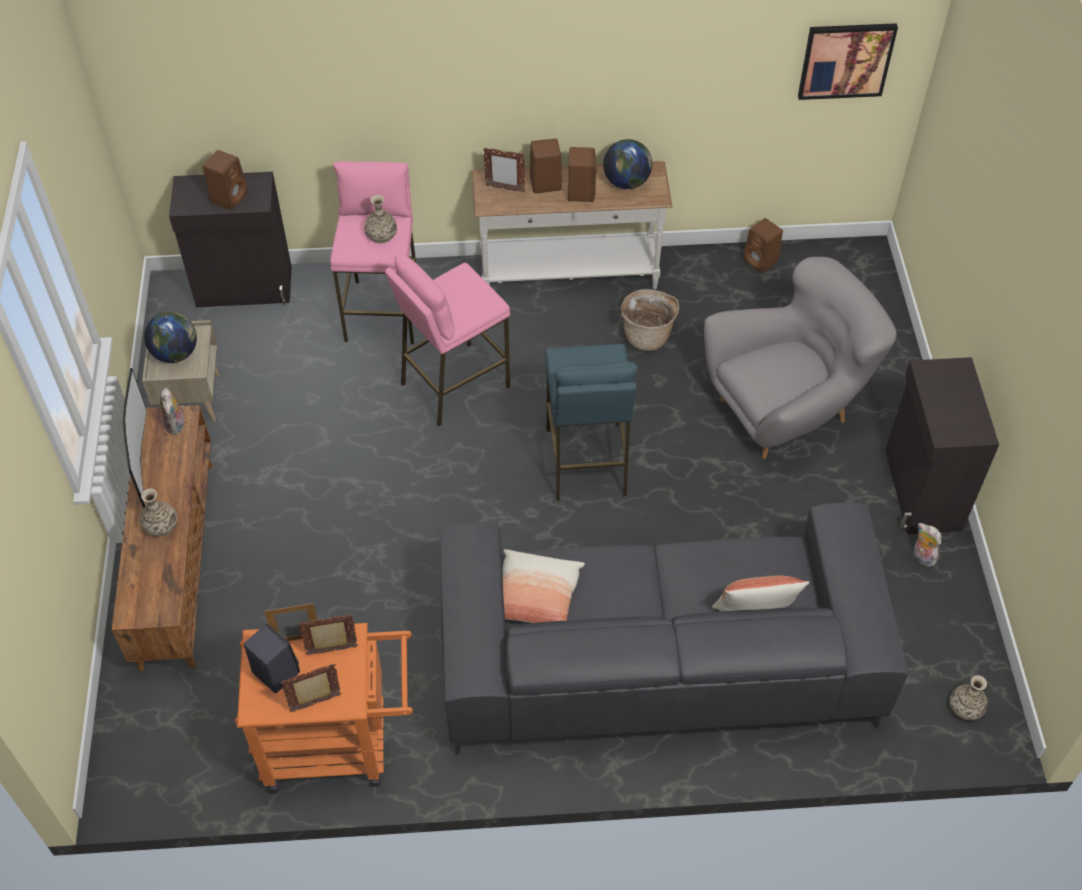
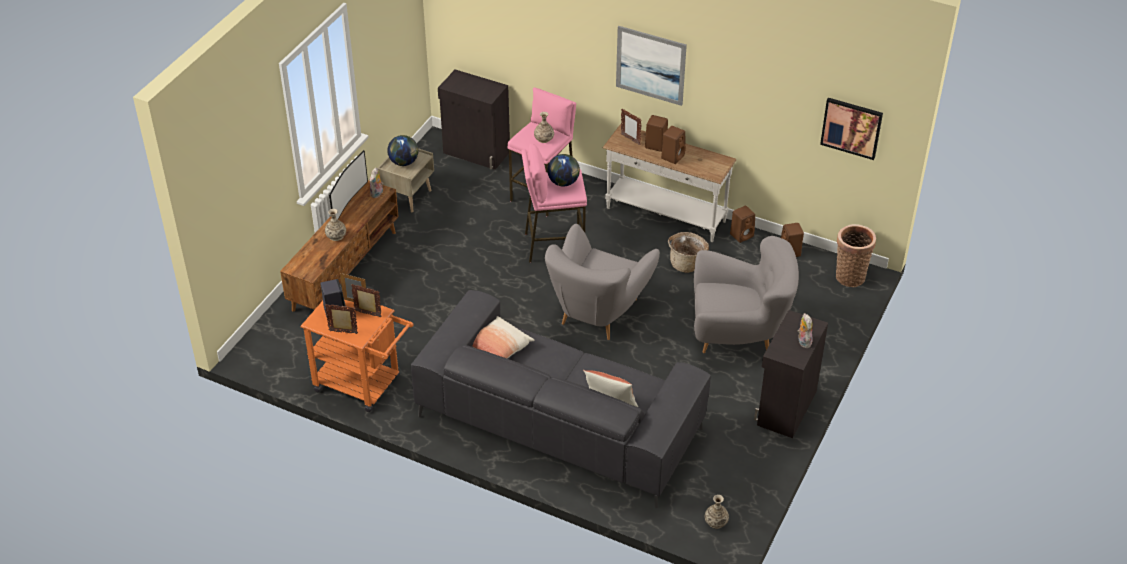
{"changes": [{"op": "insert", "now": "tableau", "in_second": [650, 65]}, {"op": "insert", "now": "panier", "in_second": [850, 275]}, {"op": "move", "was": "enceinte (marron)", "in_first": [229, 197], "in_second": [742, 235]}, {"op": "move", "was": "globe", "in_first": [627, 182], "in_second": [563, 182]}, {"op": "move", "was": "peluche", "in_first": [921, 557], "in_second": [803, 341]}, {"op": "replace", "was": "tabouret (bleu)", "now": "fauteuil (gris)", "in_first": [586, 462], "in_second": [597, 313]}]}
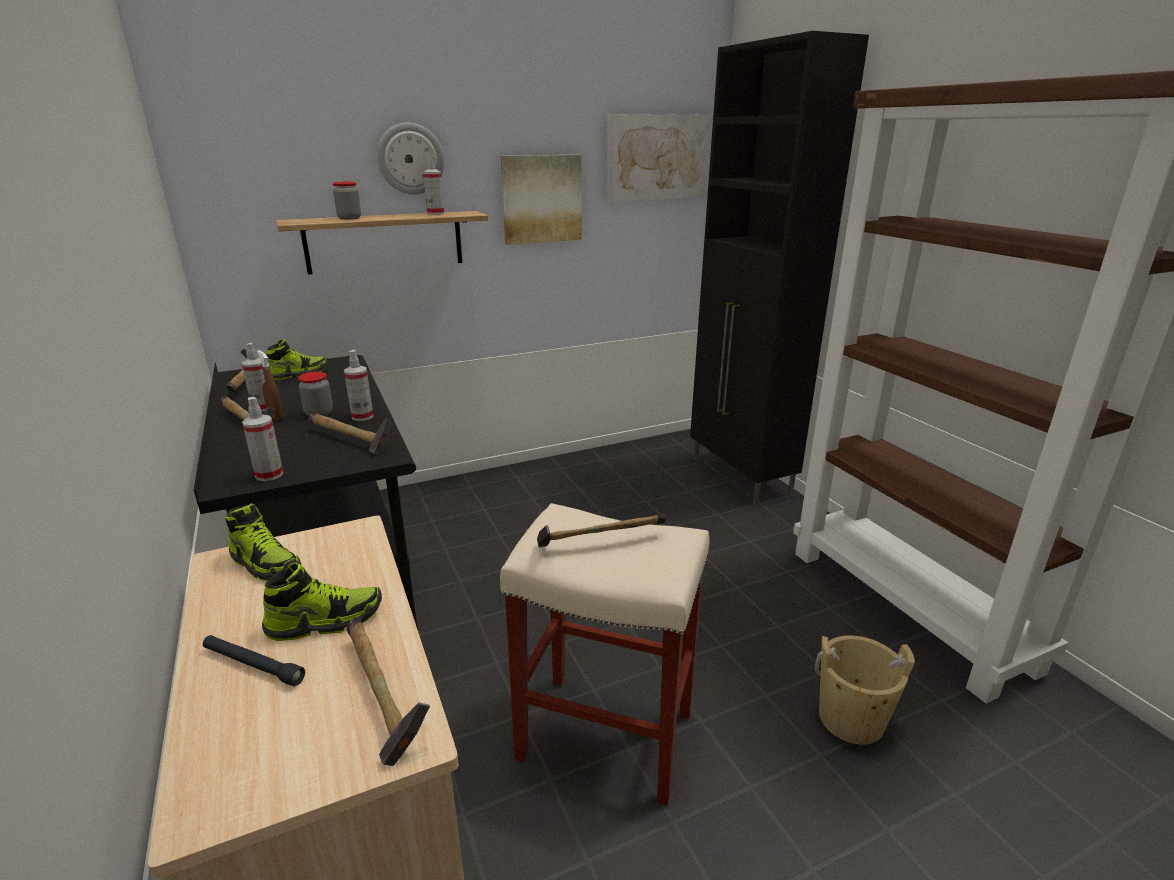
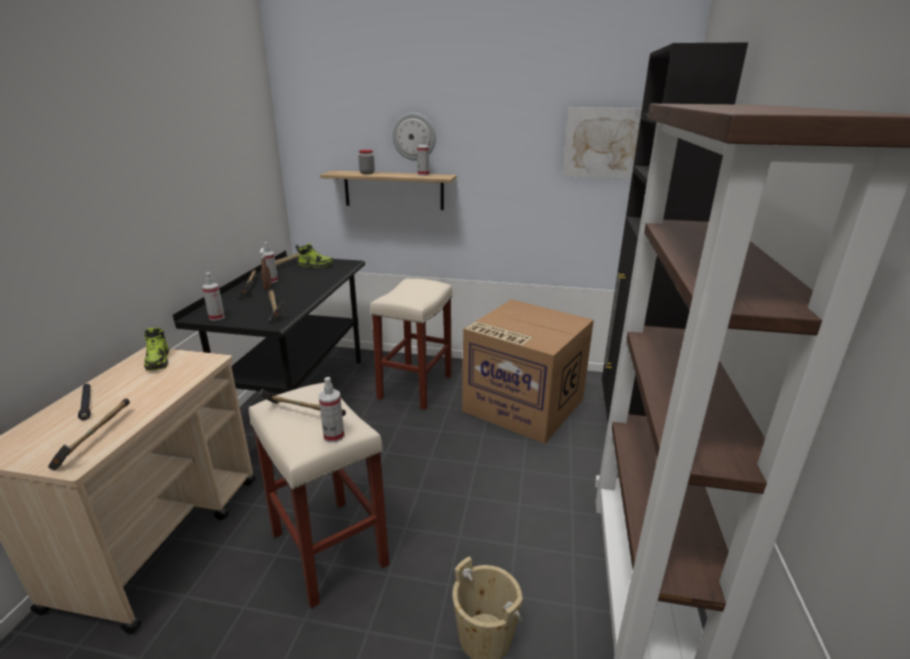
{"changes": [{"op": "delete", "was": "chaussure", "in_first": [325, 621]}, {"op": "delete", "was": "bocal", "in_first": [319, 413]}, {"op": "delete", "was": "tableau", "in_first": [541, 199]}, {"op": "insert", "now": "tabouret (beige)", "in_second": [415, 387]}, {"op": "insert", "now": "carton", "in_second": [521, 405]}, {"op": "move", "was": "vaporisateur", "in_first": [362, 416], "in_second": [334, 436]}]}
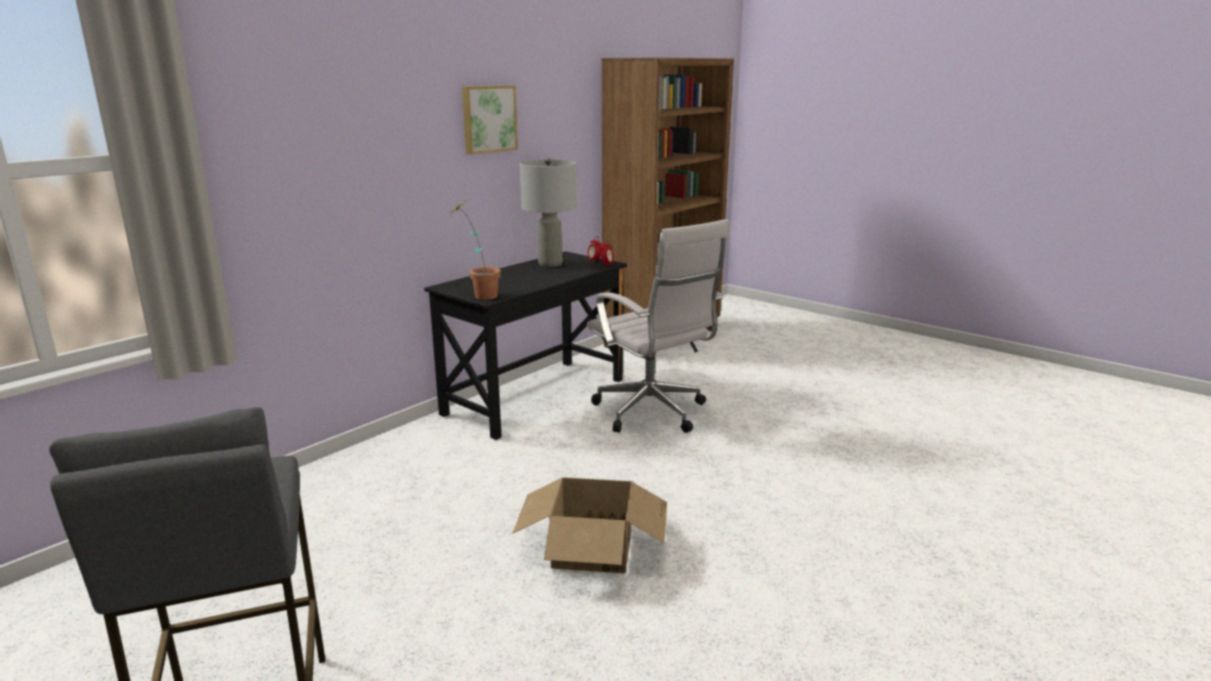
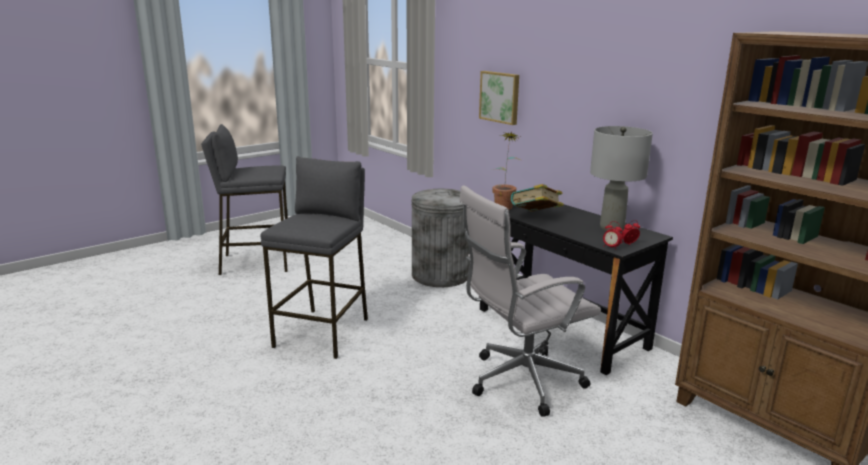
{"changes": [{"op": "insert", "now": "poubelle (gris)", "in_second": [441, 275]}, {"op": "insert", "now": "livre", "in_second": [535, 217]}, {"op": "move", "was": "tableau", "in_first": [488, 119], "in_second": [500, 97]}, {"op": "replace", "was": "carton", "now": "tabouret (gris)", "in_first": [592, 548], "in_second": [323, 332]}]}
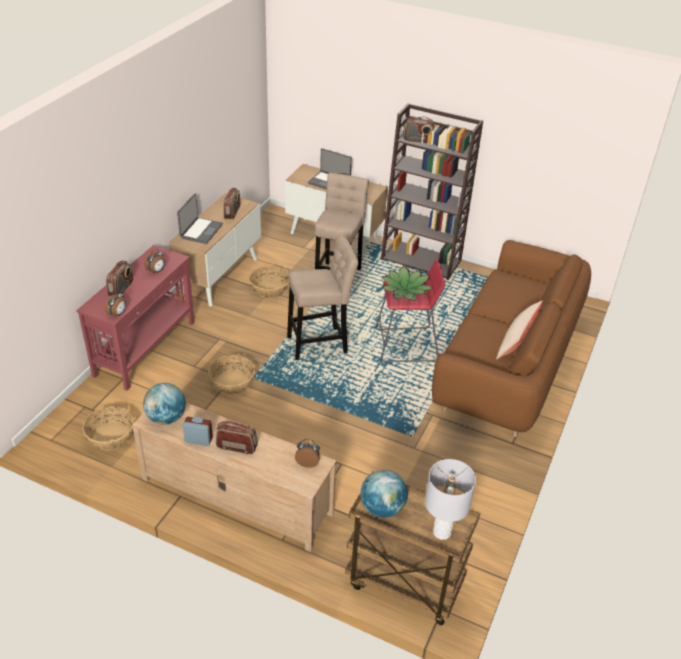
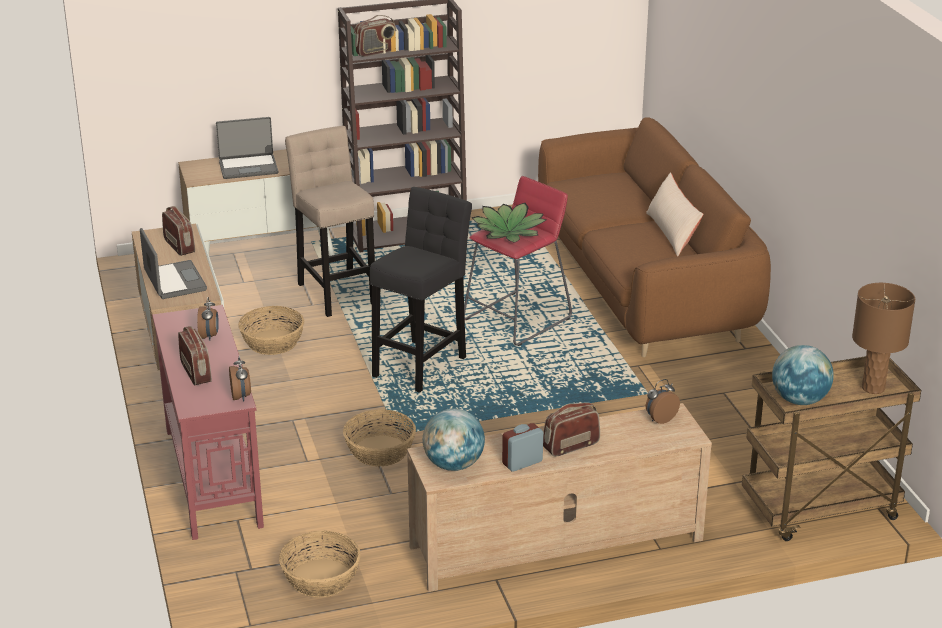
{"changes": [{"op": "recolor", "was": "tabouret (beige)", "now": "tabouret (noir)", "in_first": [320, 344], "in_second": [422, 364]}, {"op": "recolor", "was": "lampe de table (gris)", "now": "lampe de table (marron)", "in_first": [442, 532], "in_second": [873, 388]}]}
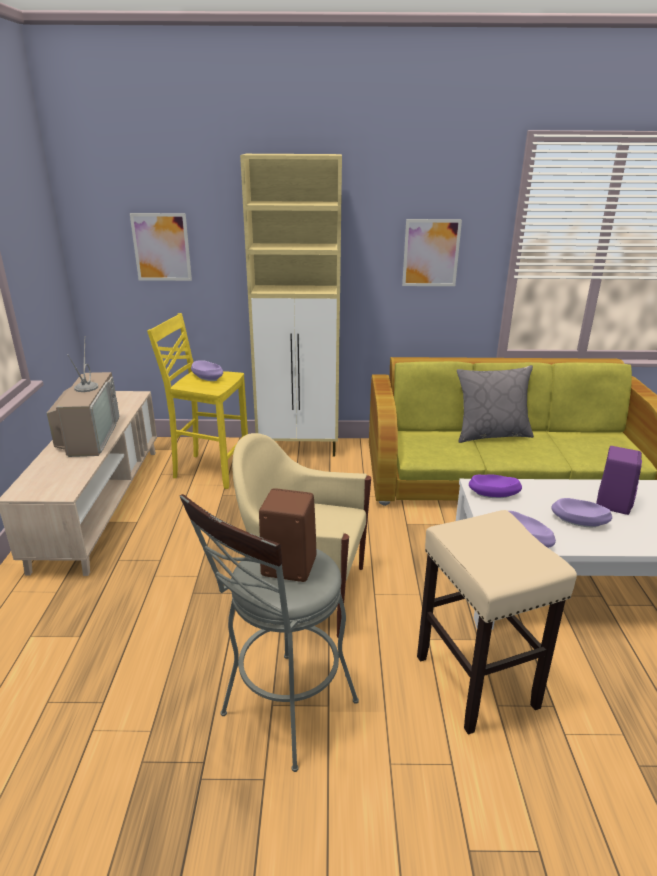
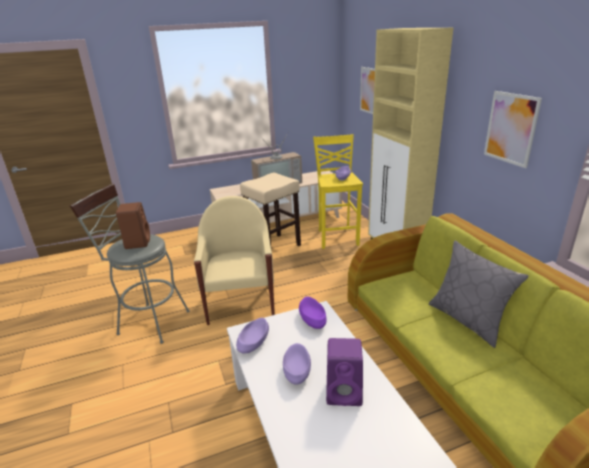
{"changes": [{"op": "move", "was": "tabouret (beige)", "in_first": [477, 682], "in_second": [274, 247]}]}
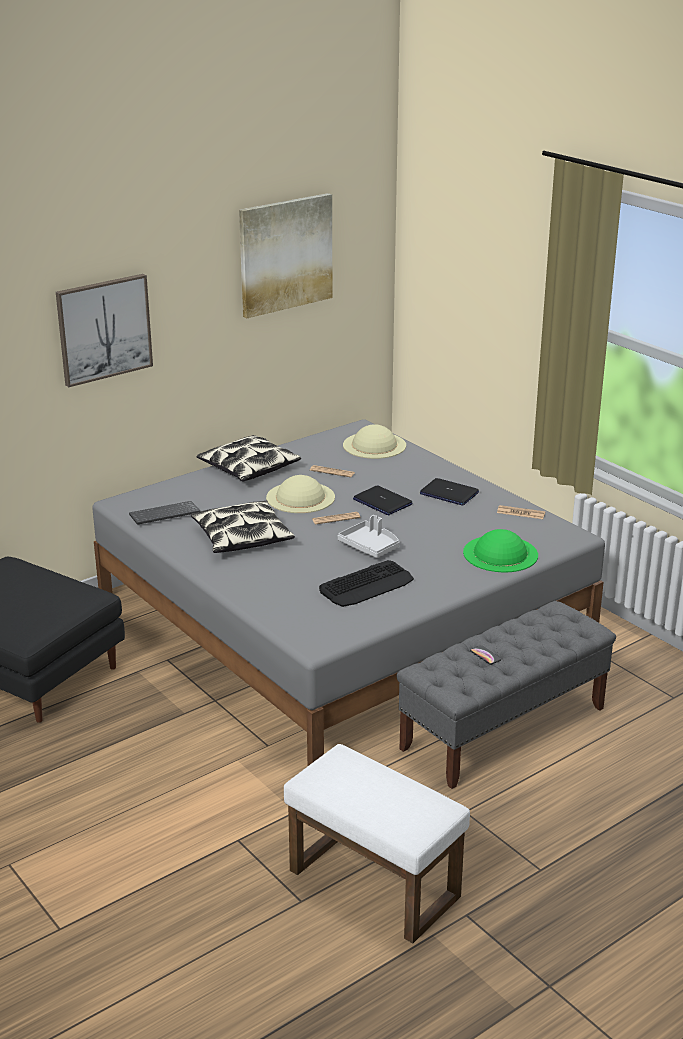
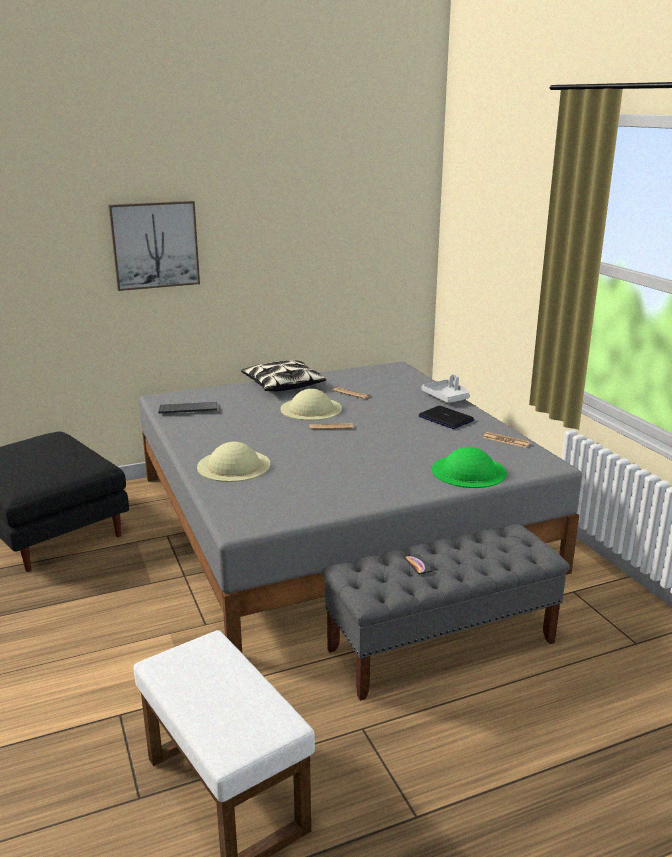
{"changes": [{"op": "delete", "was": "coussin", "in_first": [242, 537]}, {"op": "delete", "was": "tableau", "in_first": [285, 254]}, {"op": "delete", "was": "clavier", "in_first": [367, 585]}, {"op": "delete", "was": "ordinateur portable", "in_first": [382, 502]}, {"op": "move", "was": "plateau (gris)", "in_first": [370, 546], "in_second": [447, 397]}, {"op": "move", "was": "chapeau (beige)", "in_first": [374, 445], "in_second": [234, 465]}]}
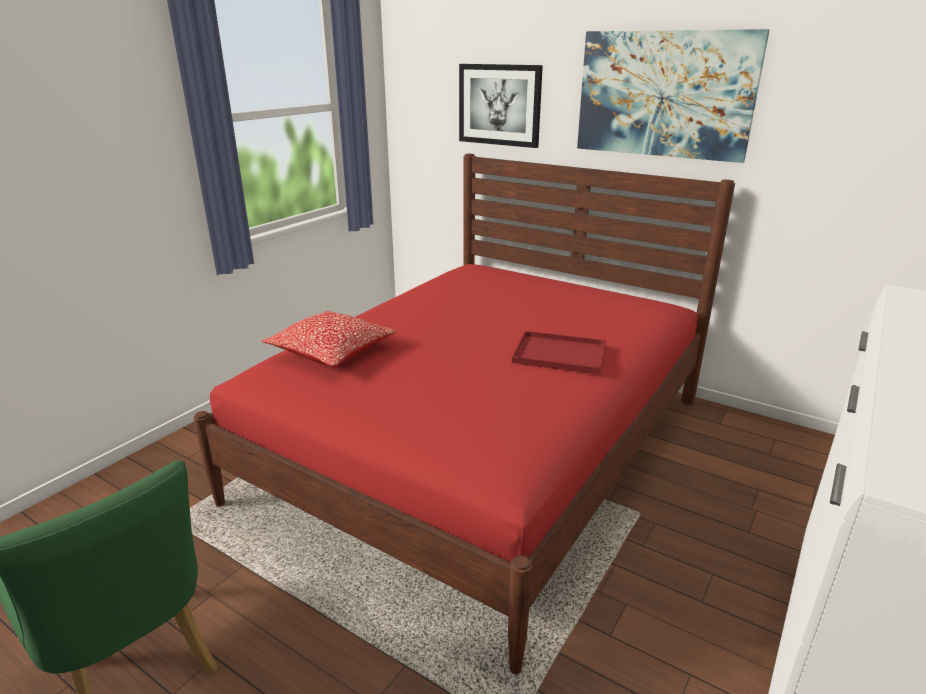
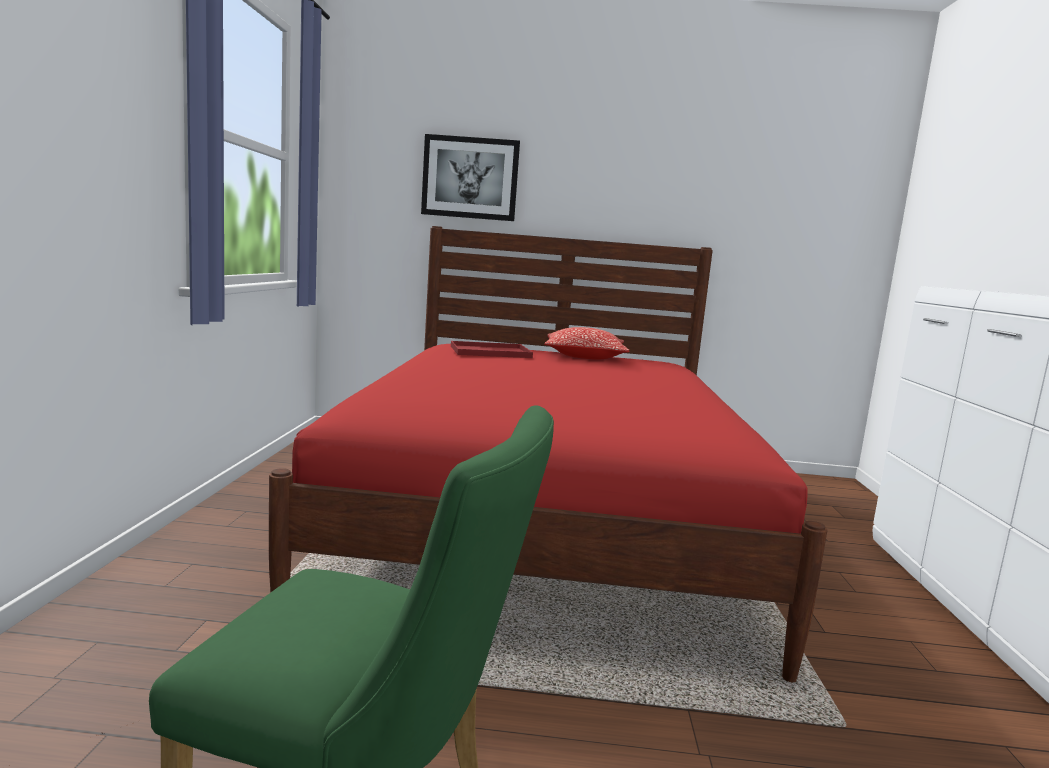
{"changes": [{"op": "delete", "was": "tableau", "in_first": [664, 94]}, {"op": "move", "was": "coussin", "in_first": [332, 352], "in_second": [584, 357]}, {"op": "move", "was": "plateau (rouge)", "in_first": [561, 354], "in_second": [492, 352]}]}
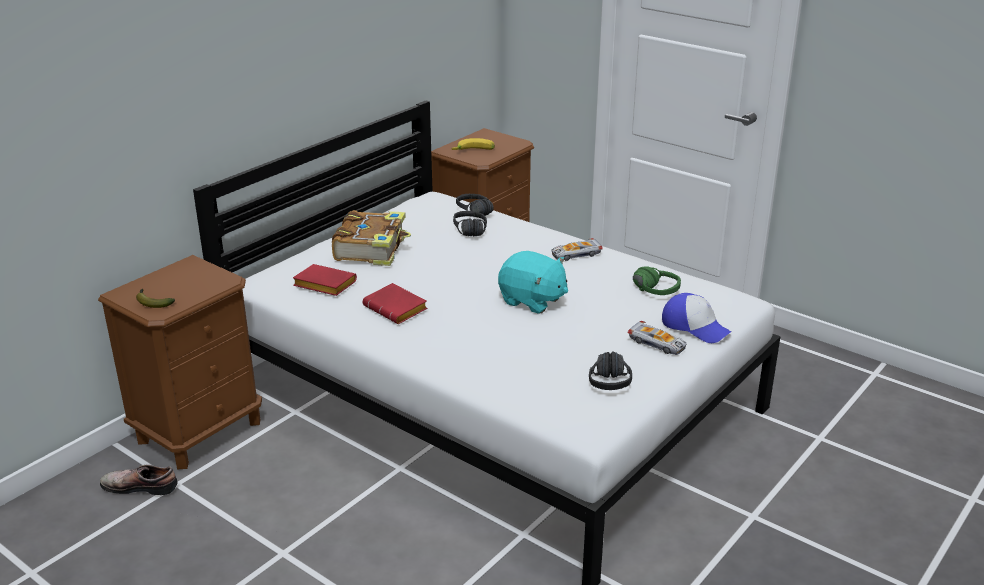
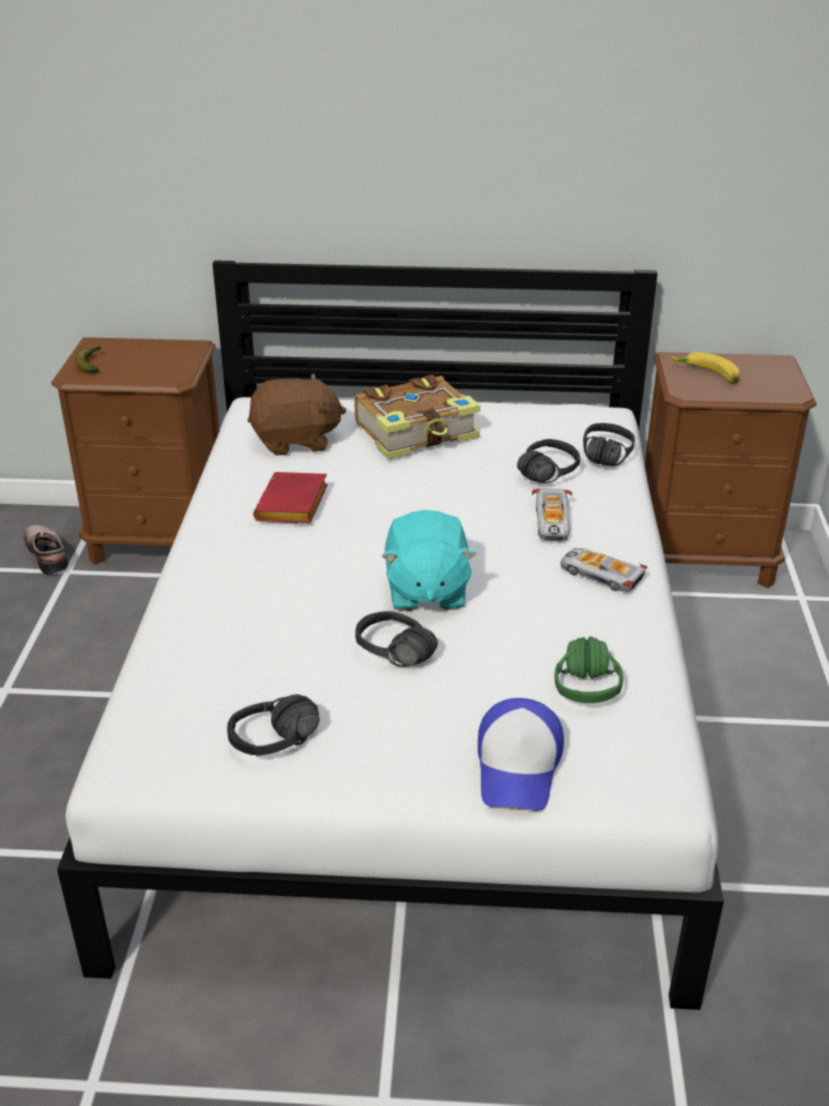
{"changes": [{"op": "insert", "now": "casque audio (noir)", "in_second": [388, 658]}, {"op": "move", "was": "petite voiture", "in_first": [657, 343], "in_second": [552, 521]}, {"op": "replace", "was": "livre (rouge)", "now": "peluche (marron)", "in_first": [323, 285], "in_second": [296, 441]}]}
